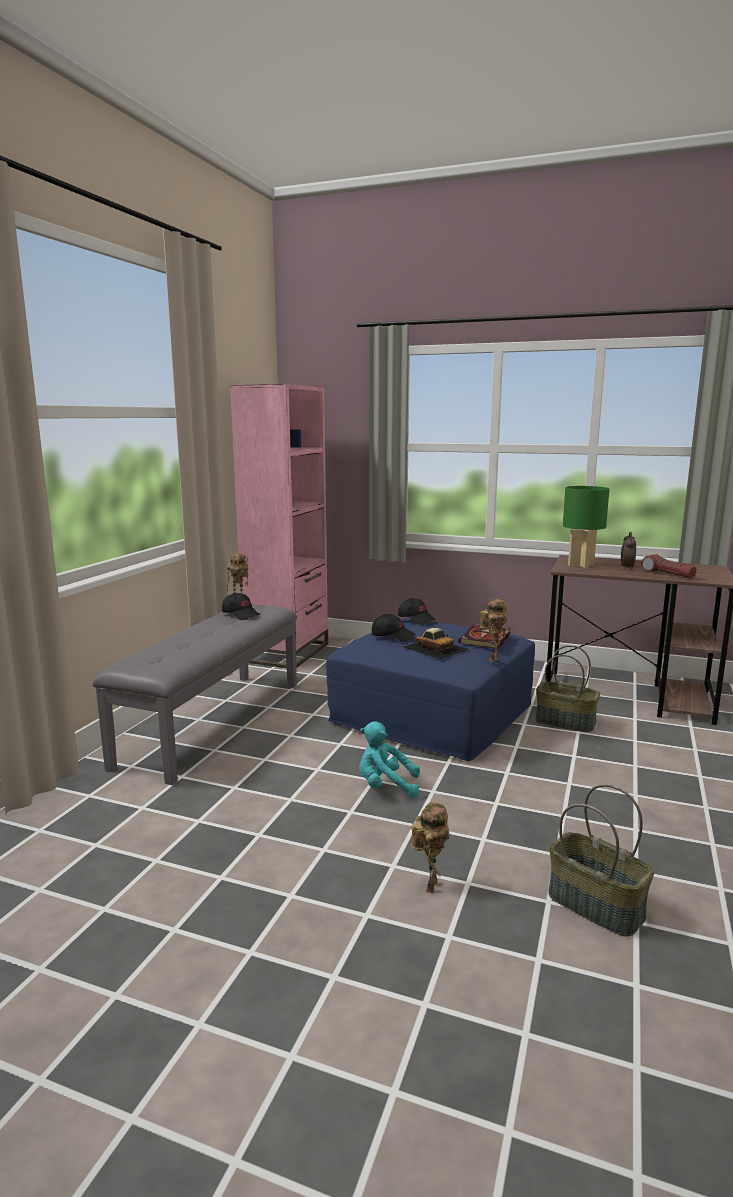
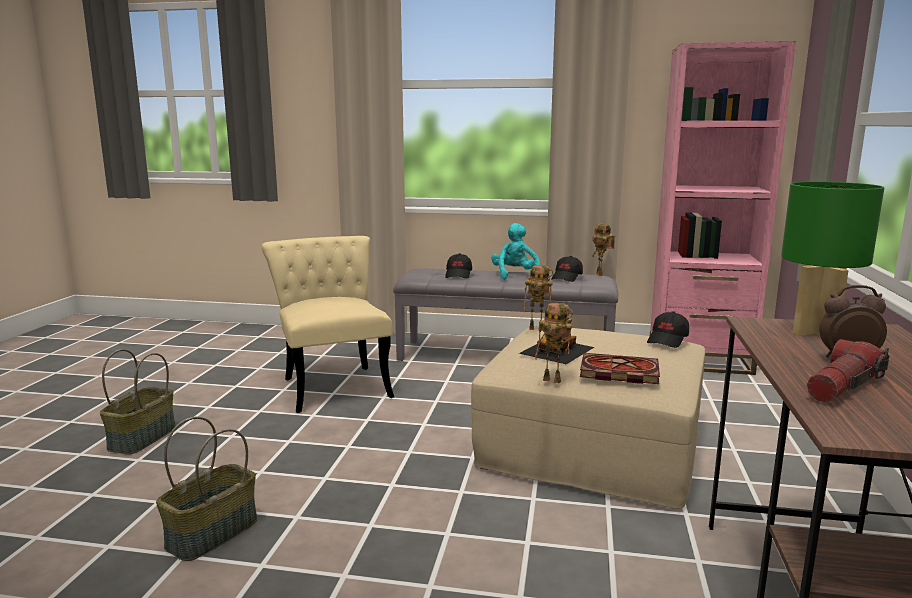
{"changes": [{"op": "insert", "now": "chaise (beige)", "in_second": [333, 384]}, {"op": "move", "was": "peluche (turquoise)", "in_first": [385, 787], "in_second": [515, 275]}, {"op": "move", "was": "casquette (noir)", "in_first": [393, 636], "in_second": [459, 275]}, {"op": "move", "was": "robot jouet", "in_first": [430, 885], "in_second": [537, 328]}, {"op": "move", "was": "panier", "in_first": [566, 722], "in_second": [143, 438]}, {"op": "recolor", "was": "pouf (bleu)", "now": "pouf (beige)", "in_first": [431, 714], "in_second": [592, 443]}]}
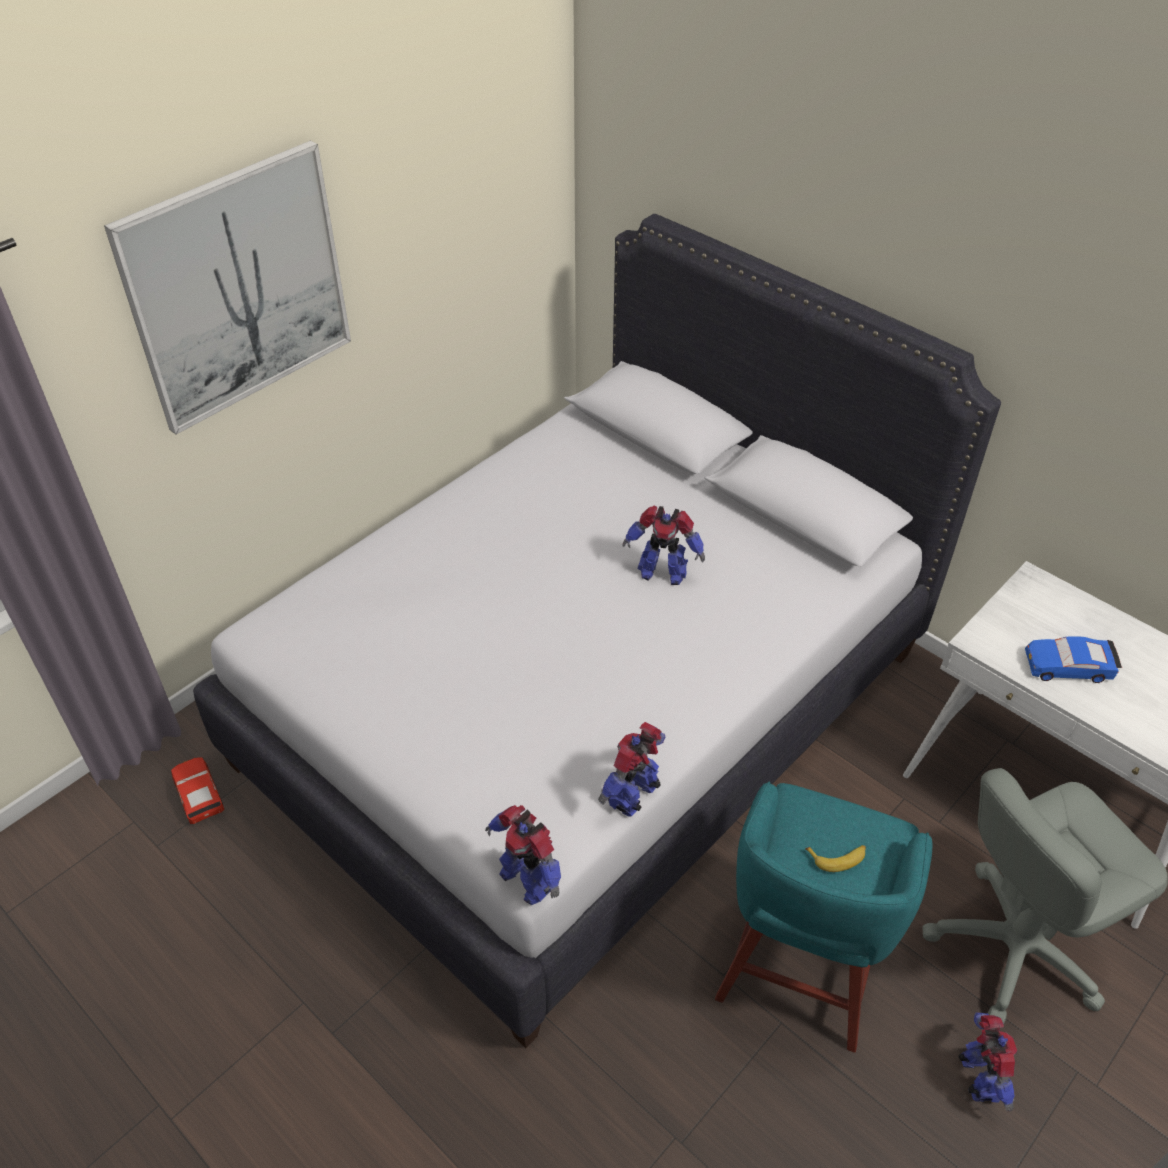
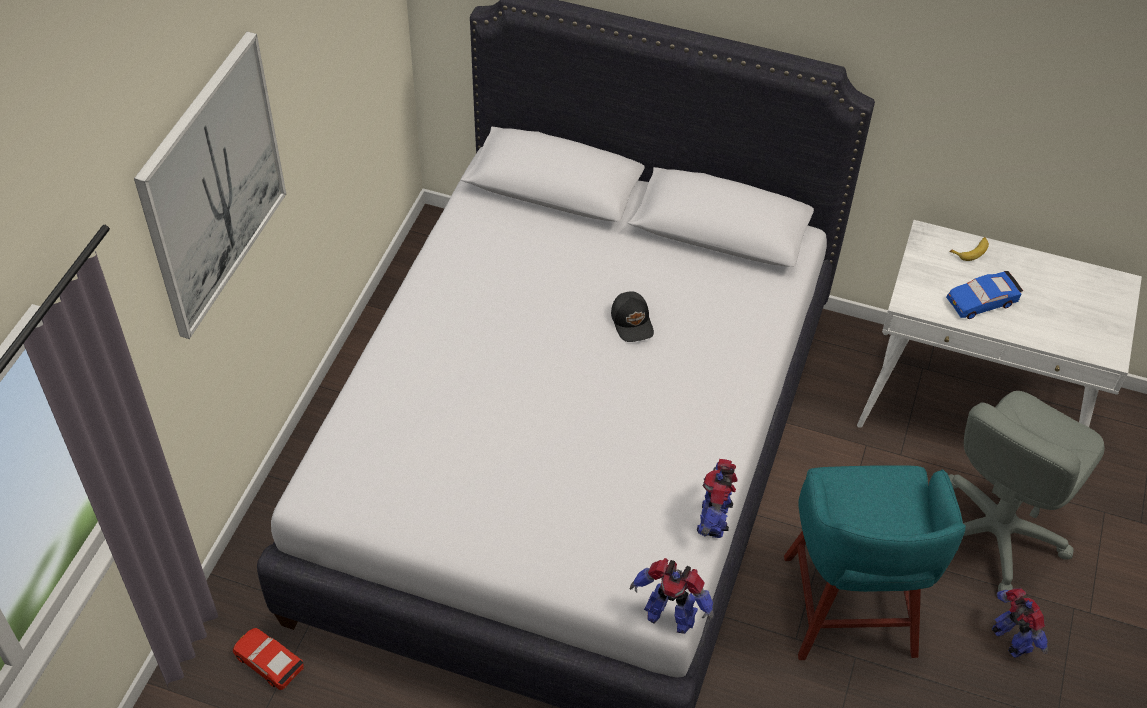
{"changes": [{"op": "move", "was": "banane", "in_first": [838, 858], "in_second": [971, 251]}, {"op": "replace", "was": "robot jouet", "now": "casquette (noir)", "in_first": [662, 572], "in_second": [632, 322]}]}
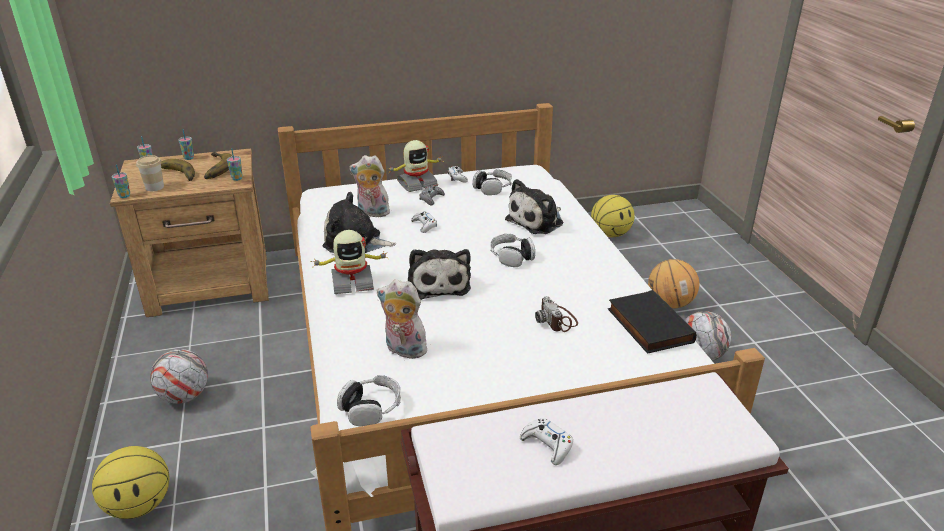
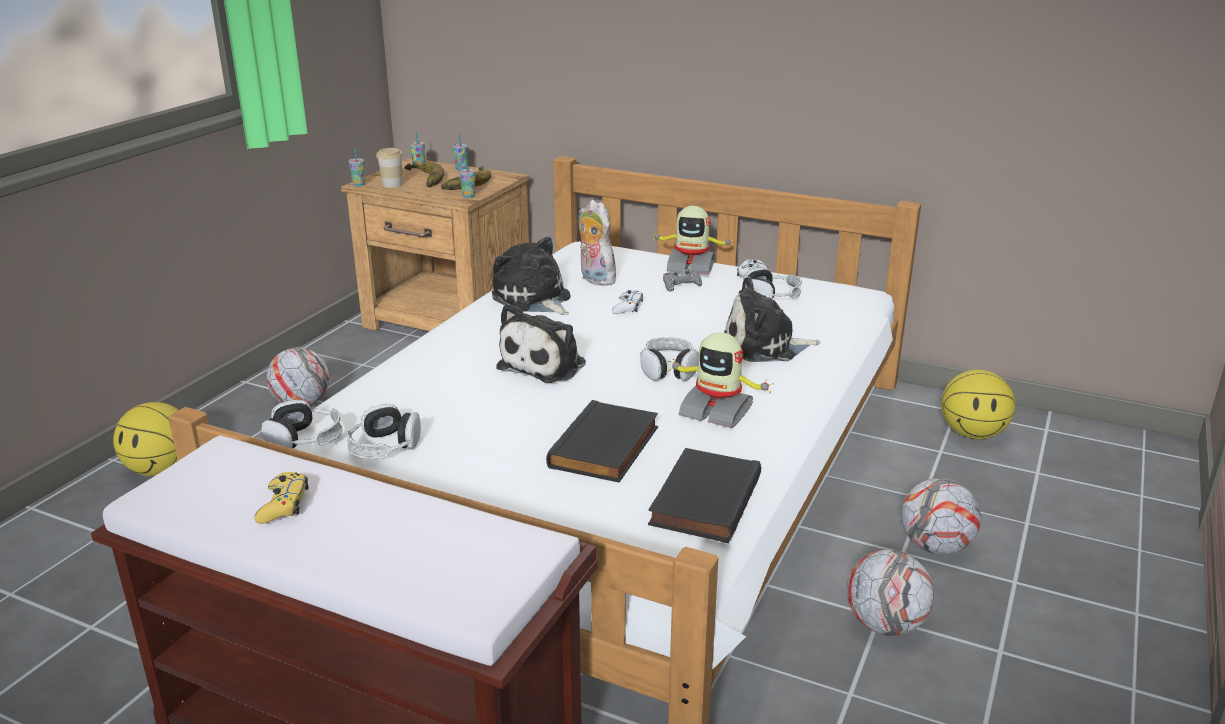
{"changes": [{"op": "delete", "was": "peluche", "in_first": [403, 350]}, {"op": "insert", "now": "casque audio", "in_second": [384, 447]}, {"op": "move", "was": "robot jouet", "in_first": [352, 282], "in_second": [716, 410]}, {"op": "replace", "was": "appareil photo", "now": "livre (noir)", "in_first": [557, 320], "in_second": [606, 448]}, {"op": "replace", "was": "ballon de basket", "now": "ballon de foot", "in_first": [669, 304], "in_second": [935, 547]}, {"op": "recolor", "was": "manette (blanc)", "now": "manette (jaune)", "in_first": [547, 445], "in_second": [283, 505]}]}
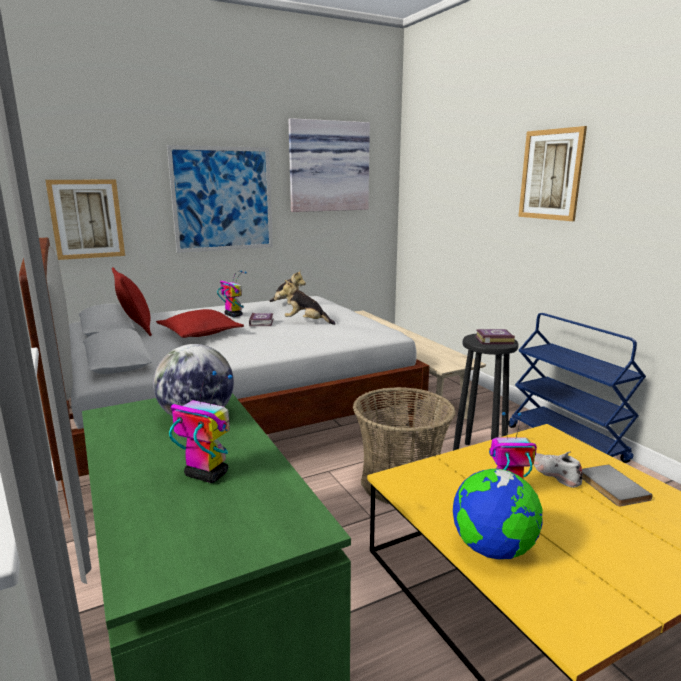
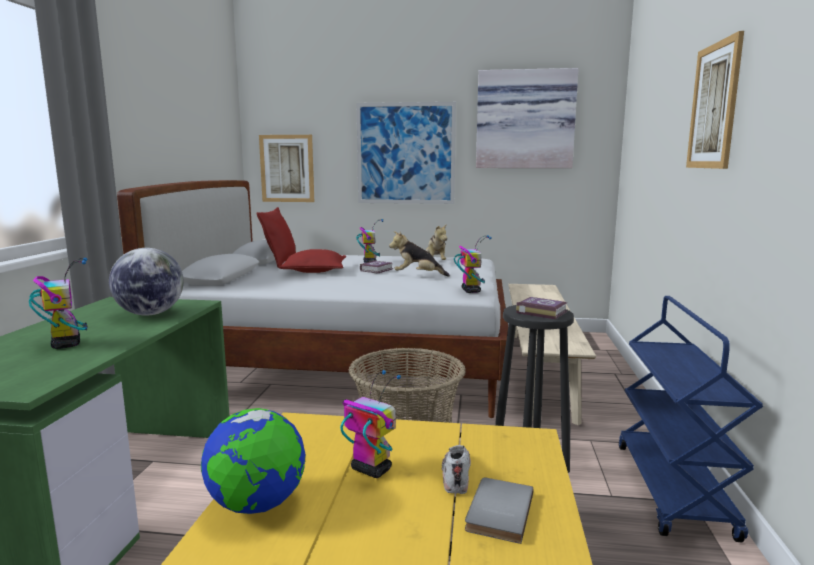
{"changes": [{"op": "insert", "now": "robot jouet", "in_second": [470, 291]}, {"op": "rotate", "was": "peluche", "in_first": [306, 322], "in_second": [417, 275], "clockwise": -45}]}
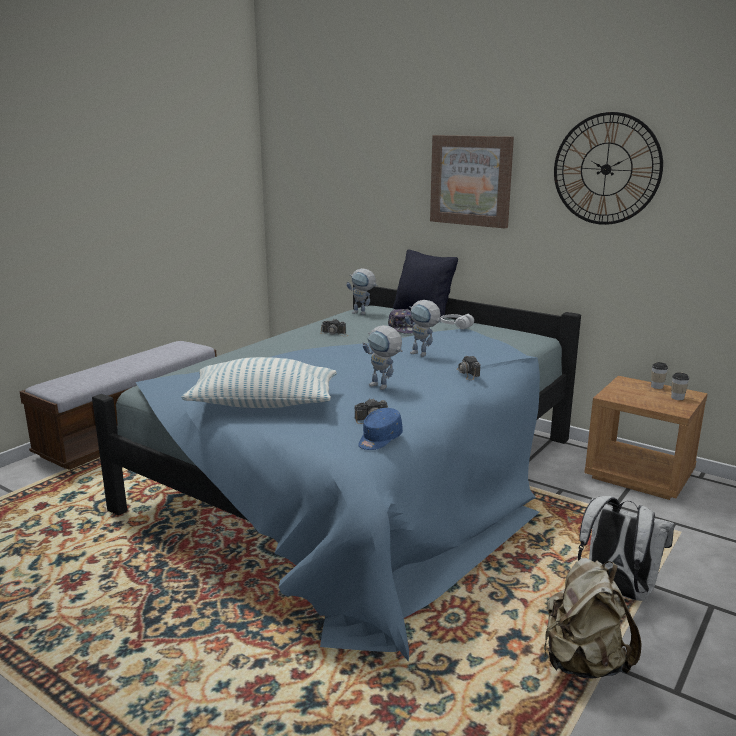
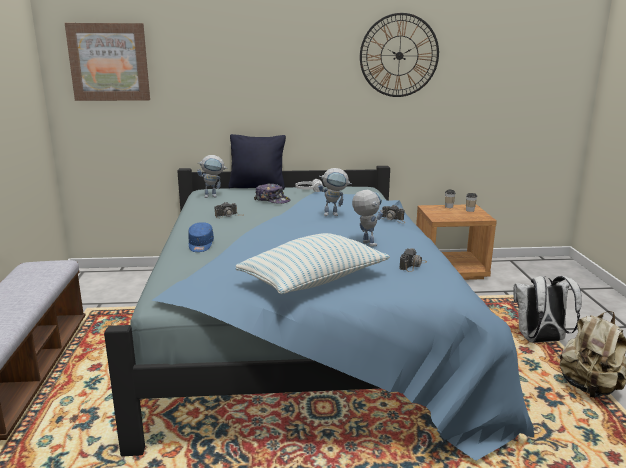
{"changes": [{"op": "move", "was": "casquette (bleu)", "in_first": [379, 439], "in_second": [200, 245]}, {"op": "move", "was": "tableau", "in_first": [471, 180], "in_second": [109, 62]}, {"op": "rotate", "was": "robot jouet", "in_first": [383, 387], "in_second": [365, 243], "clockwise": -120}]}
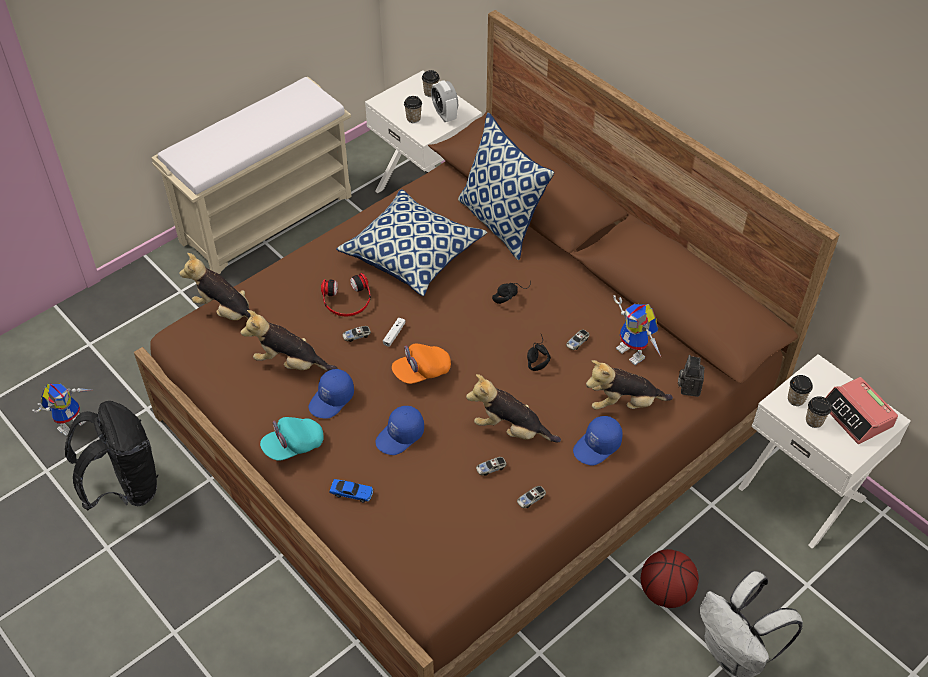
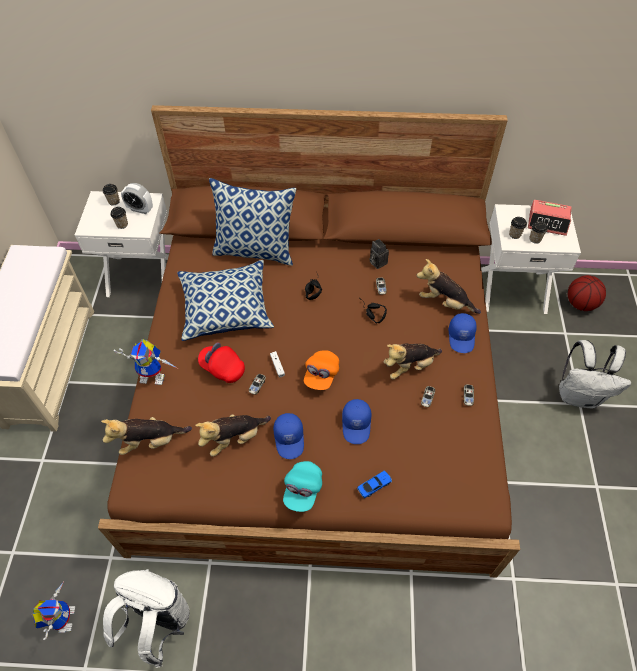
{"changes": [{"op": "move", "was": "robot jouet", "in_first": [635, 352], "in_second": [155, 375]}, {"op": "move", "was": "ballon de basket", "in_first": [666, 592], "in_second": [581, 304]}, {"op": "move", "was": "appareil photo", "in_first": [689, 387], "in_second": [377, 262]}, {"op": "replace", "was": "casque audio", "now": "casquette (rouge)", "in_first": [347, 300], "in_second": [222, 368]}, {"op": "recolor", "was": "sac à dos (noir)", "now": "sac à dos (blanc)", "in_first": [125, 487], "in_second": [158, 623]}, {"op": "rotate", "was": "peluche", "in_first": [624, 403], "in_second": [444, 302], "clockwise": 75}]}
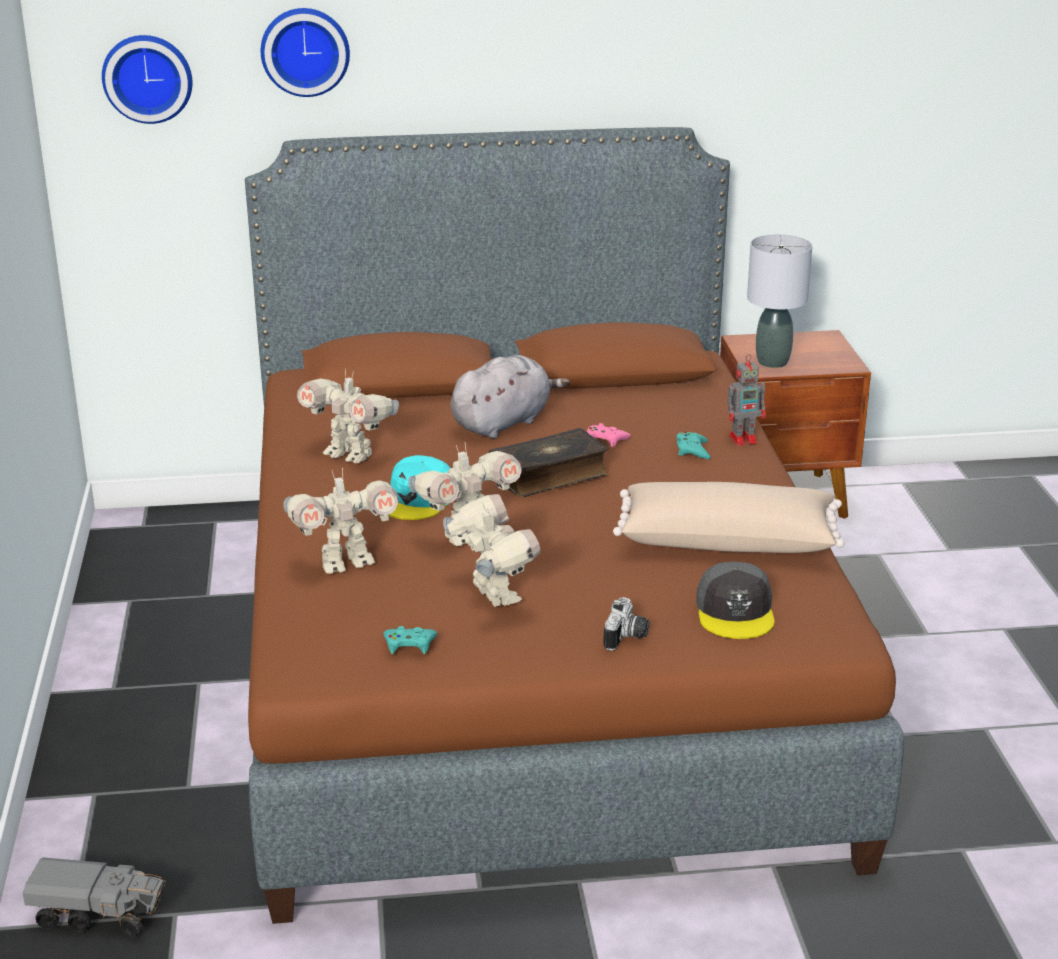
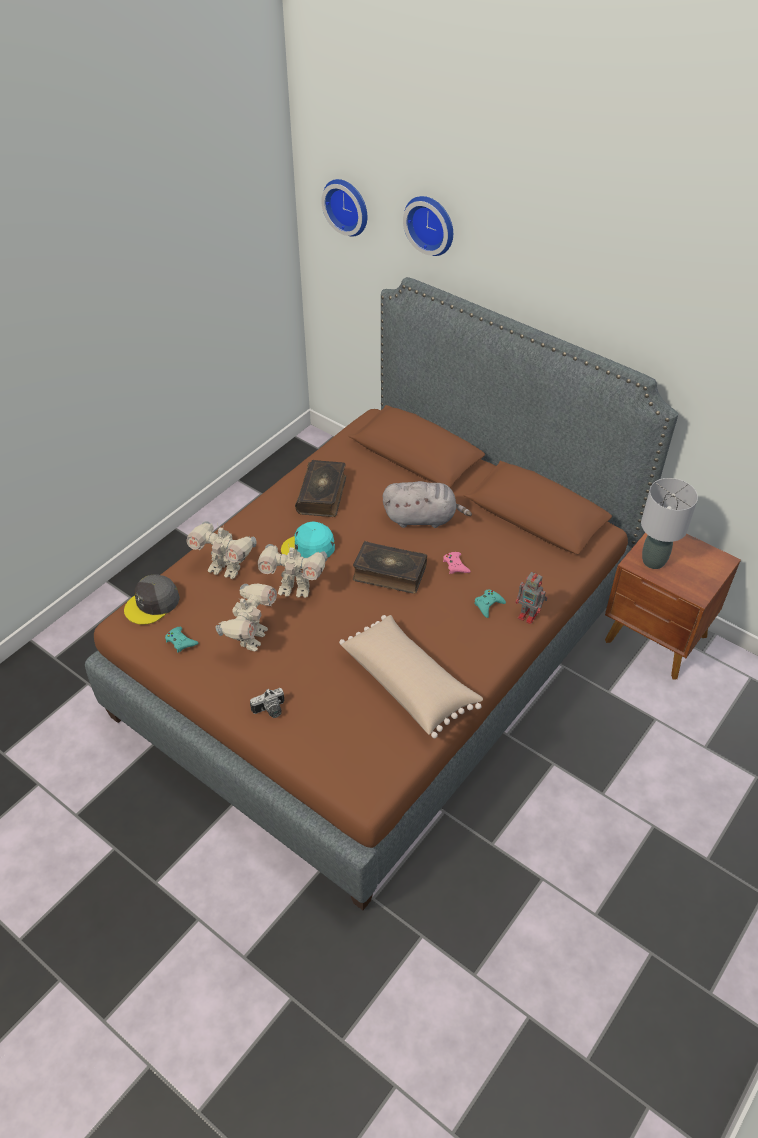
{"changes": [{"op": "delete", "was": "camion jouet", "in_first": [99, 914]}, {"op": "move", "was": "casquette (gris)", "in_first": [735, 612], "in_second": [152, 604]}, {"op": "replace", "was": "robot jouet", "now": "livre", "in_first": [350, 454], "in_second": [323, 494]}]}
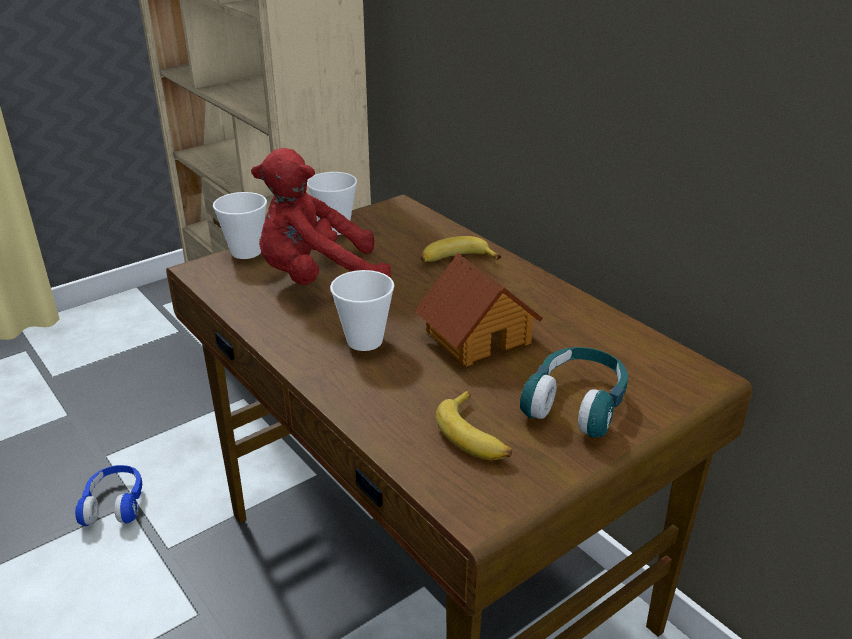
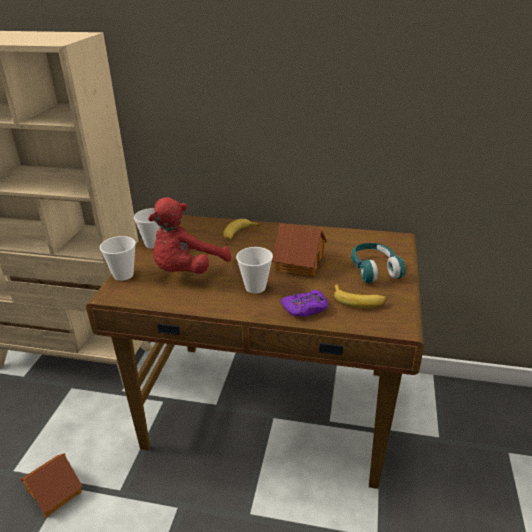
{"changes": [{"op": "insert", "now": "manette (violet)", "in_second": [305, 308]}, {"op": "replace", "was": "casque audio (bleu)", "now": "maison miniature", "in_first": [114, 504], "in_second": [55, 491]}]}
